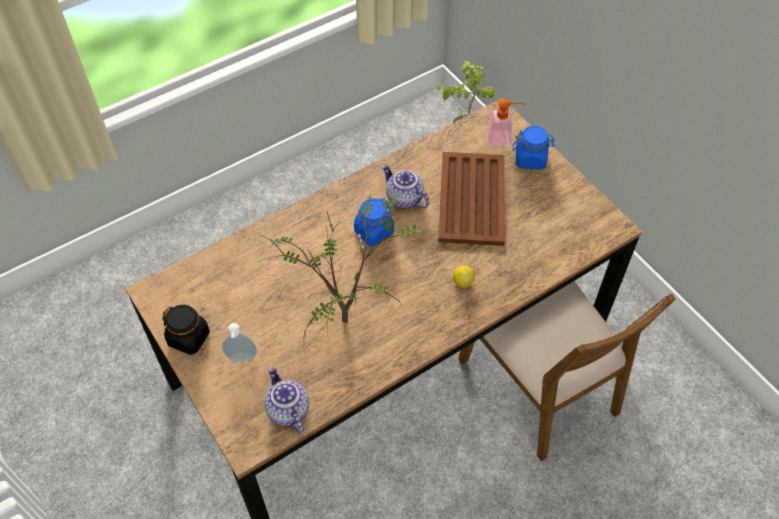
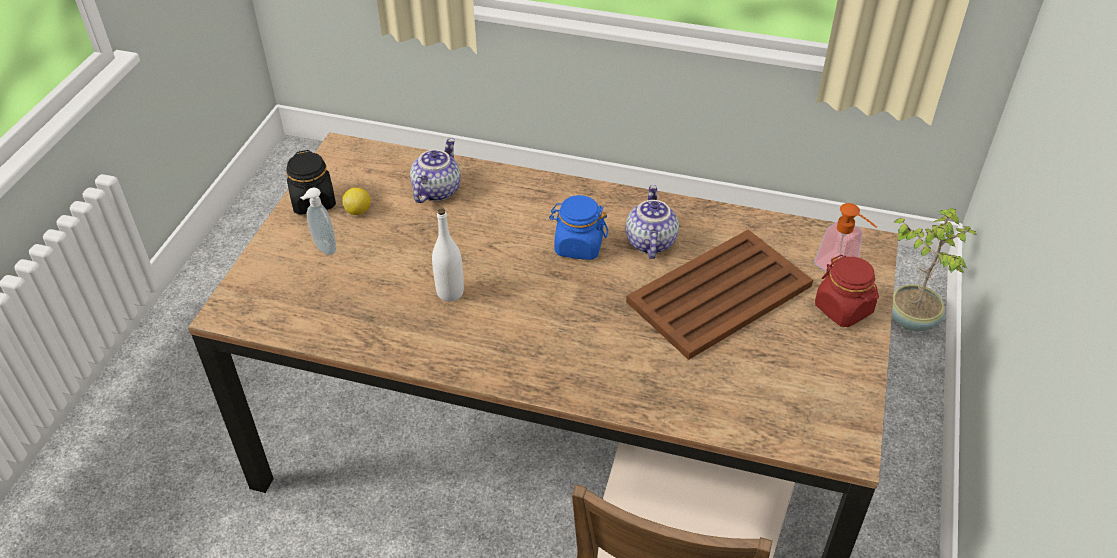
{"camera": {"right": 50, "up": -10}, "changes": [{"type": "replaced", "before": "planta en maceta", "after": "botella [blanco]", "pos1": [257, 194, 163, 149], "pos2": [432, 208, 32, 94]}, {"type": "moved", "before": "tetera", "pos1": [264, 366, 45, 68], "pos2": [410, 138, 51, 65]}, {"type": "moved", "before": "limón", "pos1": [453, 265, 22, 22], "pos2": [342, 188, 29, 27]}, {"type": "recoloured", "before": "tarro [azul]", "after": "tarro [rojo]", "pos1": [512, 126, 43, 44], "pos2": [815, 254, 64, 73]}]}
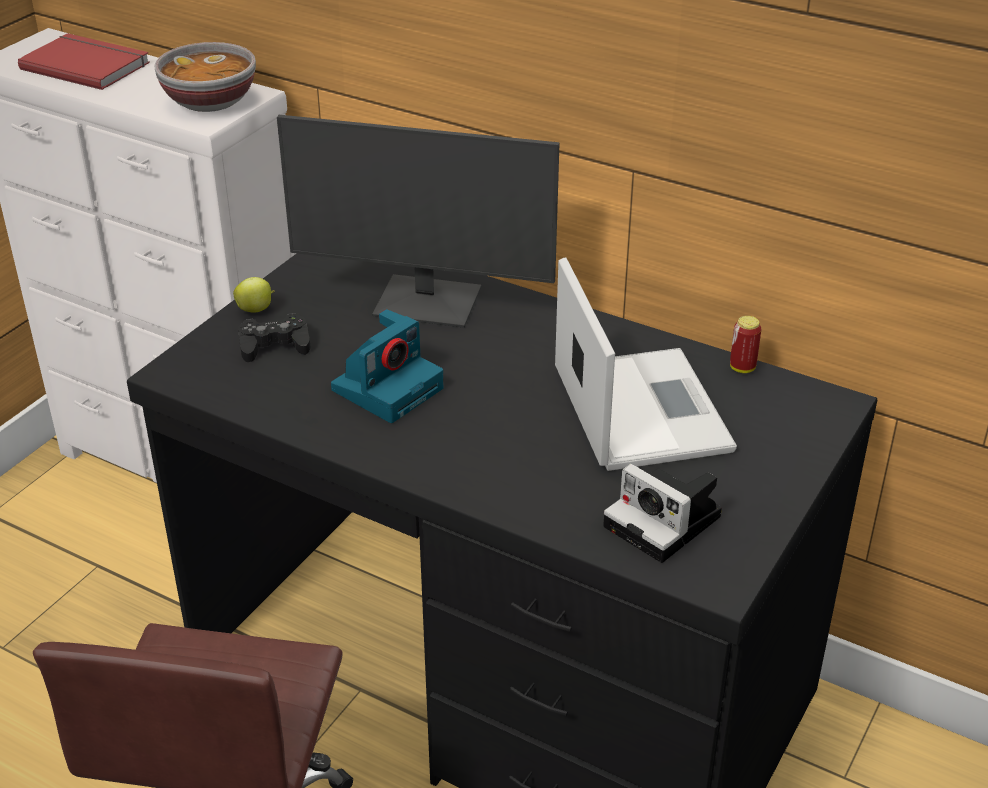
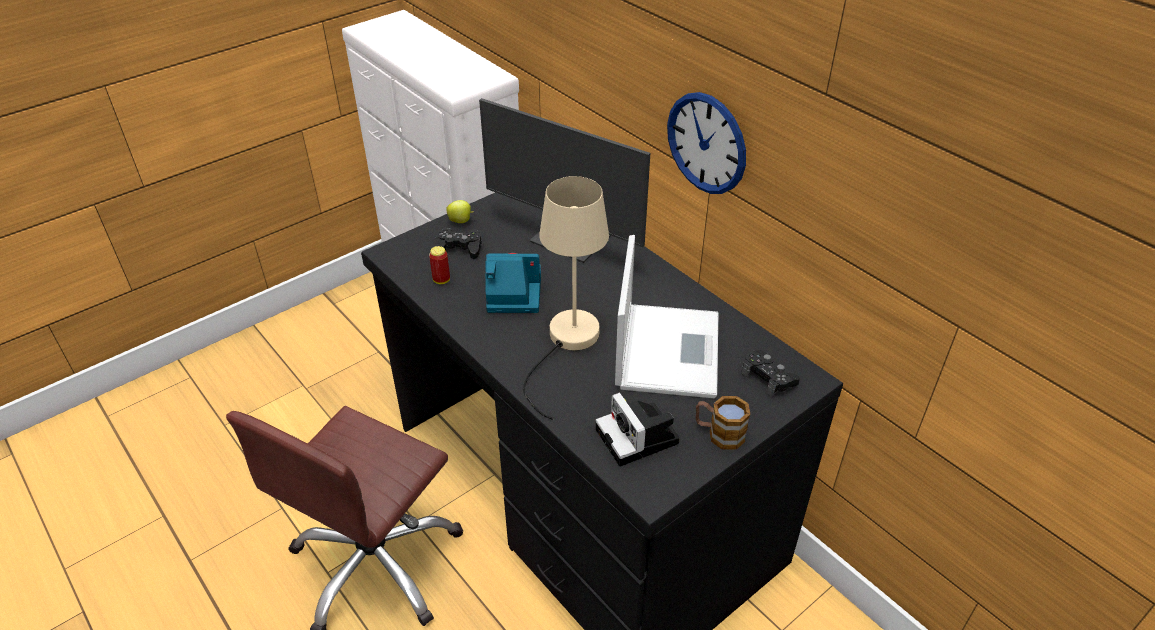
{"camera": {"right": 20, "up": 5}, "changes": [{"type": "removed", "before": "libro [rojo]", "pos1": [18, 33, 132, 57]}, {"type": "removed", "before": "cuenco", "pos1": [154, 42, 102, 70]}, {"type": "turned", "before": "cámara", "pos1": [331, 309, 112, 114], "pos2": [486, 253, 55, 60], "turn": -150}, {"type": "moved", "before": "lata", "pos1": [730, 316, 31, 57], "pos2": [429, 246, 21, 38]}, {"type": "added", "after": "lámpara de mesa [beis]", "pos2": [523, 176, 86, 244]}, {"type": "added", "after": "reloj de pared", "pos2": [667, 92, 79, 102]}, {"type": "added", "after": "taza grande", "pos2": [696, 396, 54, 54]}, {"type": "added", "after": "mando de consola [negro]", "pos2": [741, 350, 59, 47]}]}
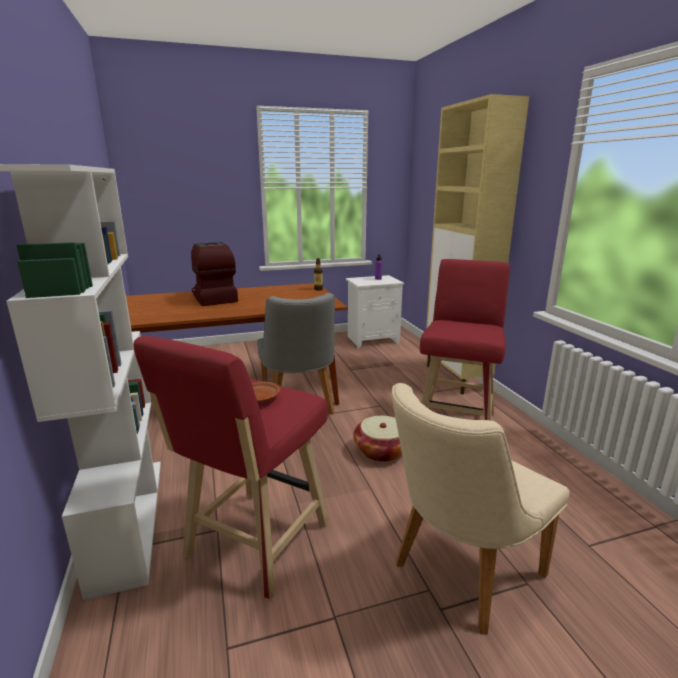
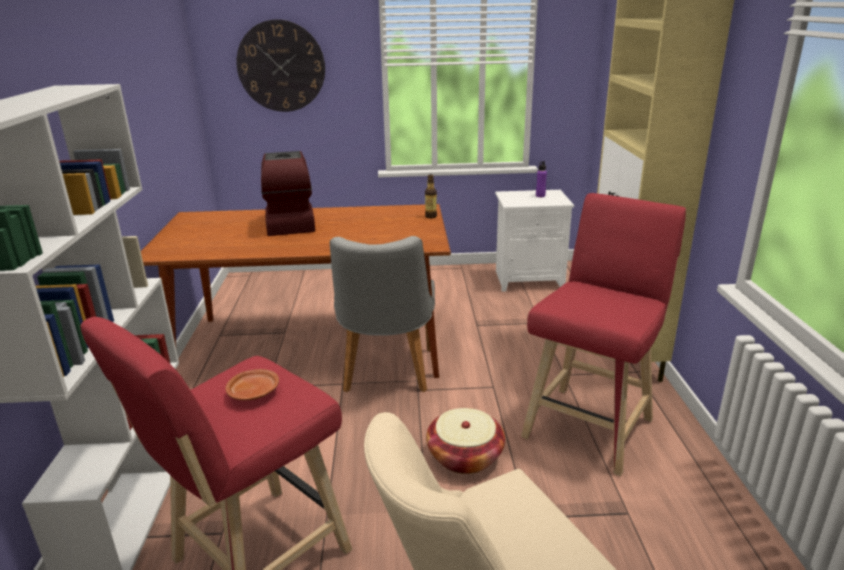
{"camera": {"right": 15, "up": 5}, "changes": [{"type": "added", "after": "reloj de pared", "pos2": [236, 19, 89, 93]}]}
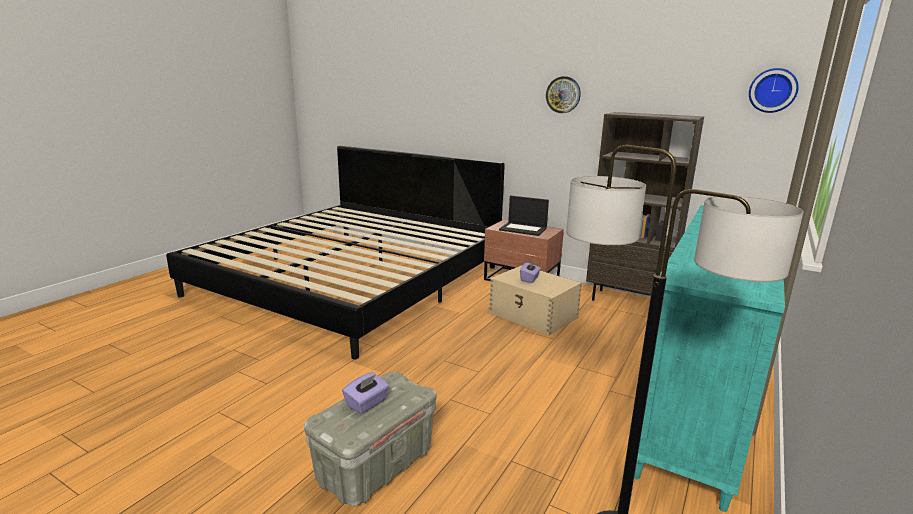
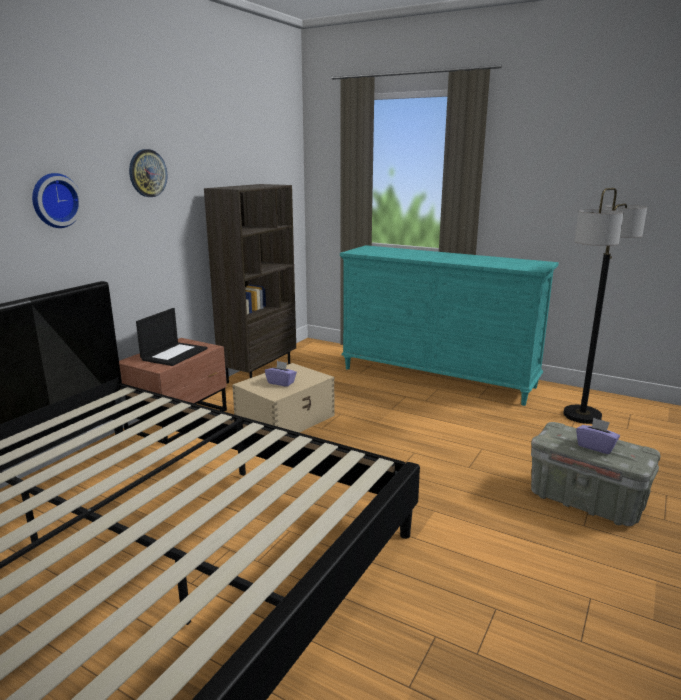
{"camera": {"right": -90, "up": 0}, "changes": [{"type": "moved", "before": "reloj de pared", "pos1": [749, 68, 50, 45], "pos2": [32, 173, 51, 55]}]}
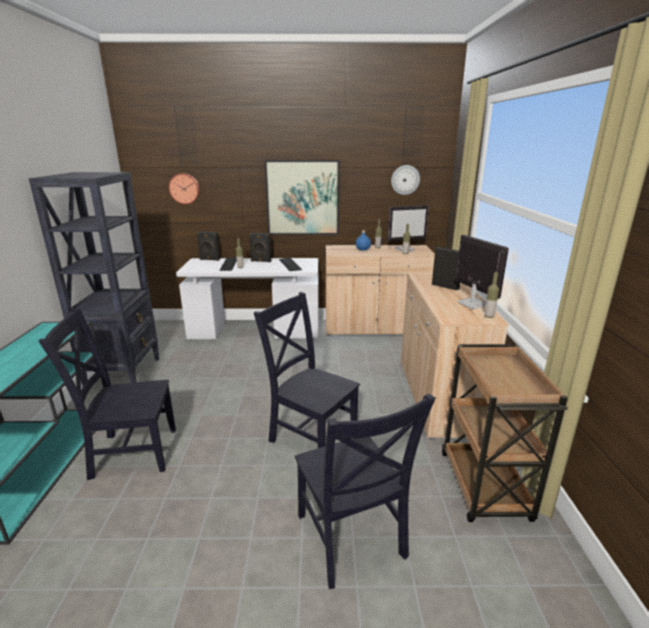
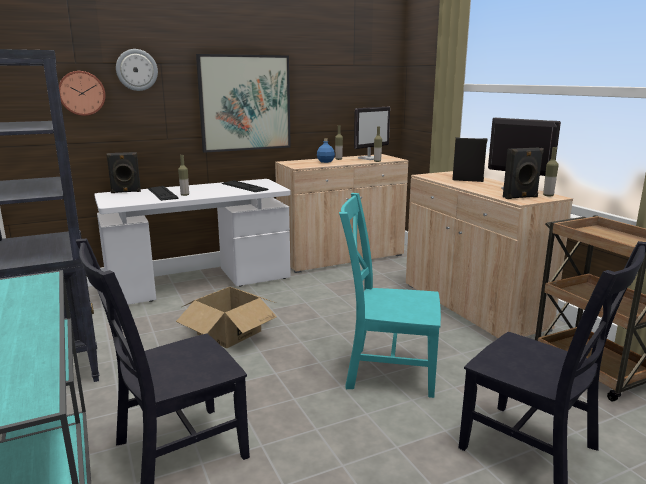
{"camera": {"right": -25, "up": -5}, "changes": [{"type": "moved", "before": "altavoz [negro]", "pos1": [249, 233, 23, 29], "pos2": [503, 148, 41, 51]}, {"type": "recoloured", "before": "silla [negro]", "after": "silla [turquesa]", "pos1": [254, 292, 106, 156], "pos2": [339, 193, 102, 205]}, {"type": "moved", "before": "reloj de pared", "pos1": [391, 165, 29, 30], "pos2": [116, 49, 42, 42]}, {"type": "added", "after": "caja de cartón", "pos2": [176, 287, 101, 61]}]}
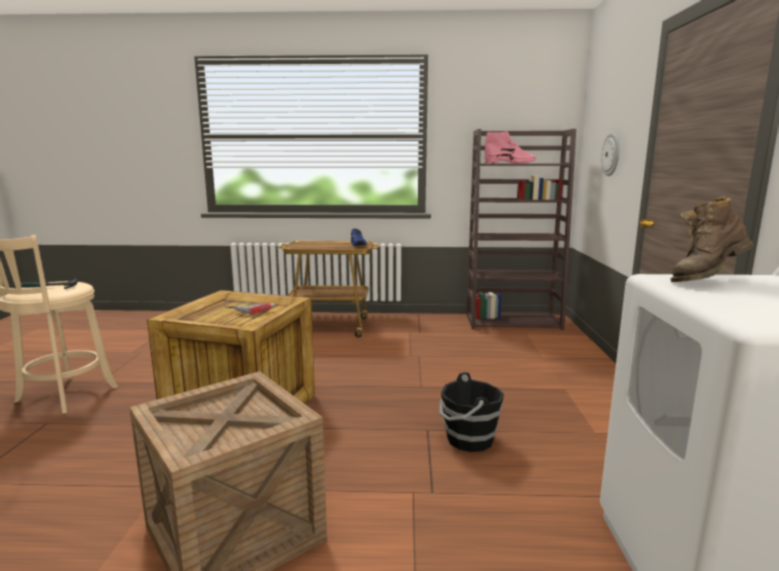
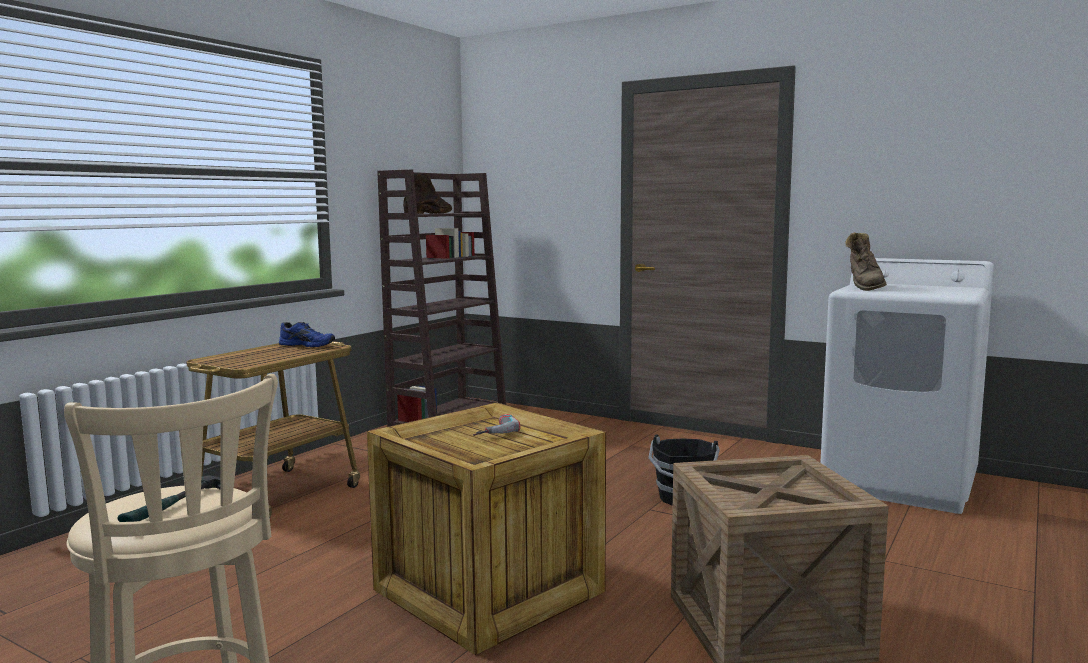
{"camera": {"right": -60, "up": -5}, "changes": [{"type": "recoloured", "before": "bota [rosa]", "after": "bota [marrón]", "pos1": [485, 131, 51, 32], "pos2": [403, 173, 49, 41]}, {"type": "removed", "before": "reloj de pared", "pos1": [601, 132, 18, 44]}]}
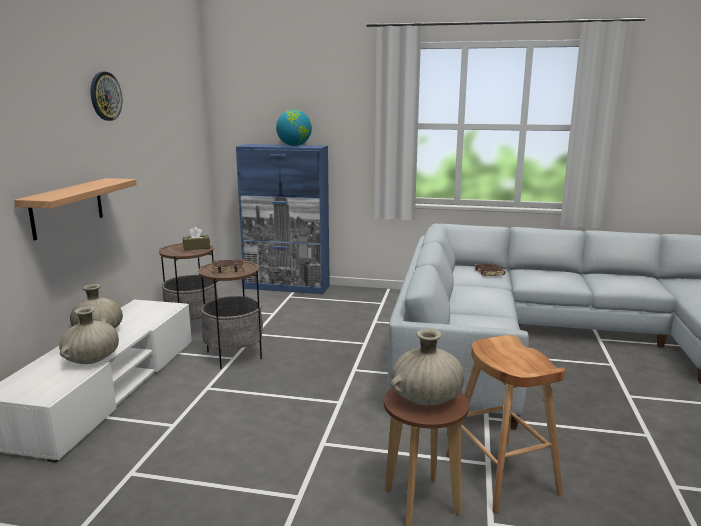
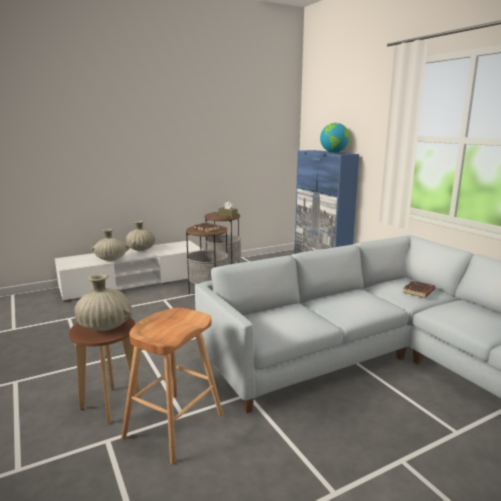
{"camera": {"right": 50, "up": 0}, "changes": [{"type": "removed", "before": "estante", "pos1": [14, 178, 123, 62]}, {"type": "removed", "before": "reloj de pared", "pos1": [90, 72, 33, 49]}]}
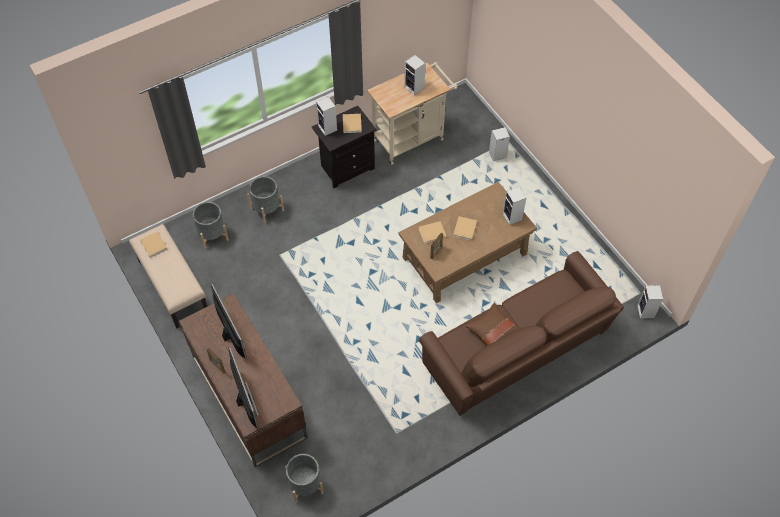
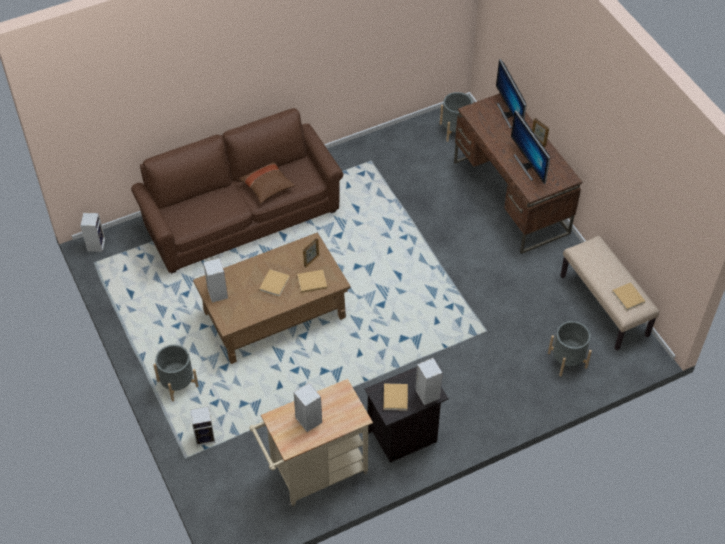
{"camera": {"right": -175, "up": -5}, "changes": [{"type": "moved", "before": "maceta [gris]", "pos1": [247, 176, 37, 48], "pos2": [153, 345, 46, 56]}]}
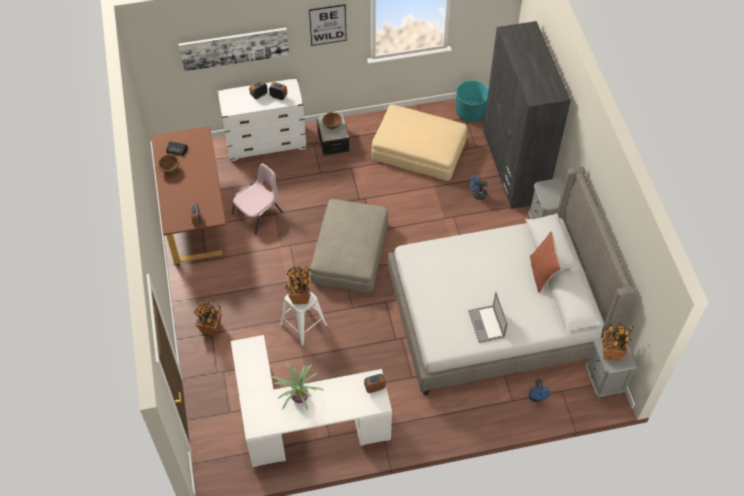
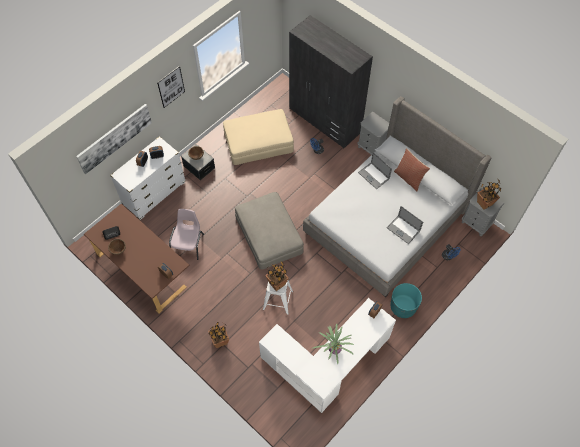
{"camera": {"right": -35, "up": 5}, "changes": [{"type": "moved", "before": "maceta [turquesa]", "pos1": [456, 80, 32, 42], "pos2": [390, 283, 32, 35]}, {"type": "added", "after": "portátil", "pos2": [358, 152, 34, 37]}]}
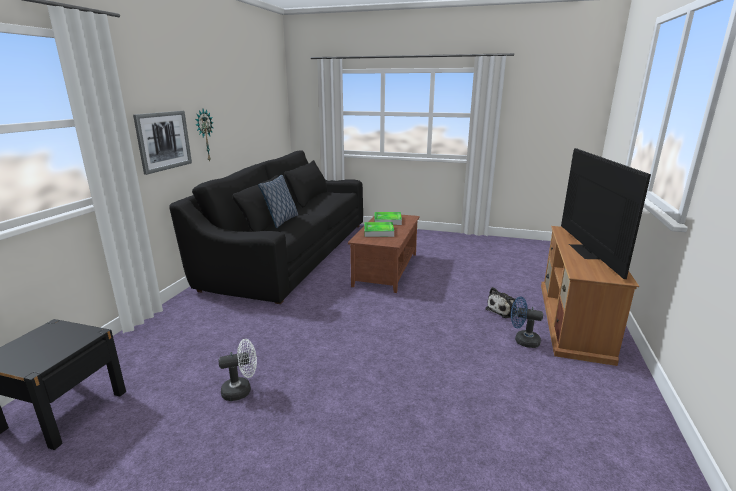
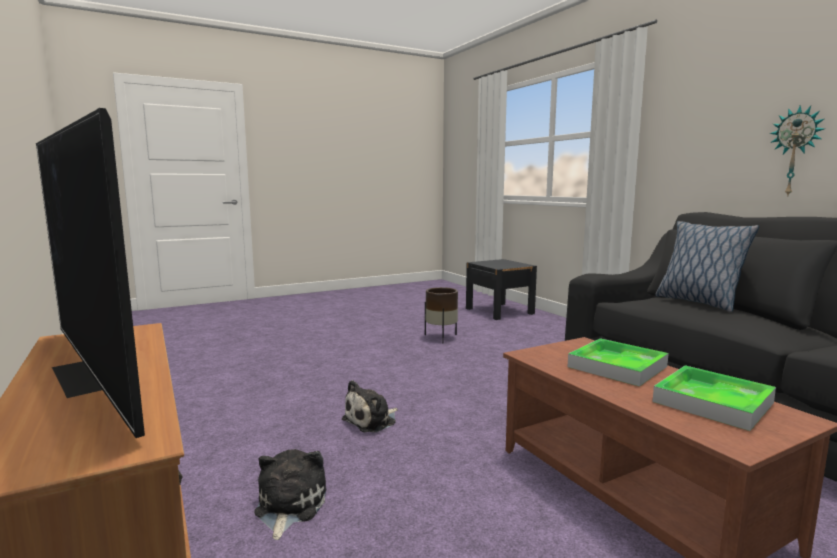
{"camera": {"right": 135, "up": -10}, "changes": [{"type": "removed", "before": "cuadro", "pos1": [133, 111, 59, 64]}, {"type": "replaced", "before": "ventilador [blanco]", "after": "maceta [marrón]", "pos1": [219, 339, 38, 62], "pos2": [425, 287, 33, 56]}, {"type": "removed", "before": "ventilador [azul]", "pos1": [511, 296, 32, 52]}, {"type": "added", "after": "peluche", "pos2": [342, 380, 56, 52]}]}
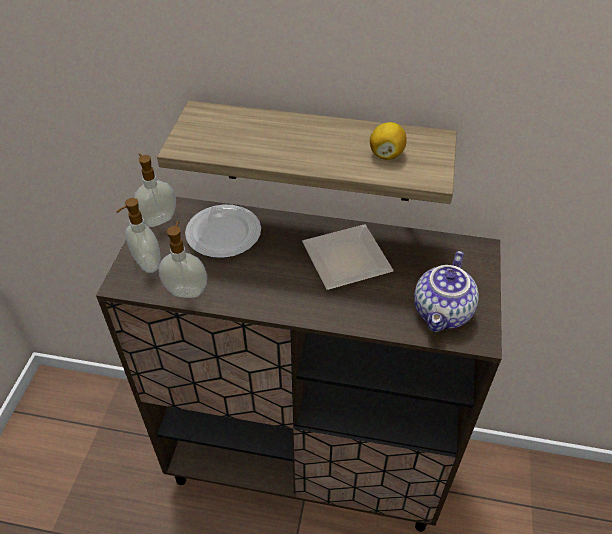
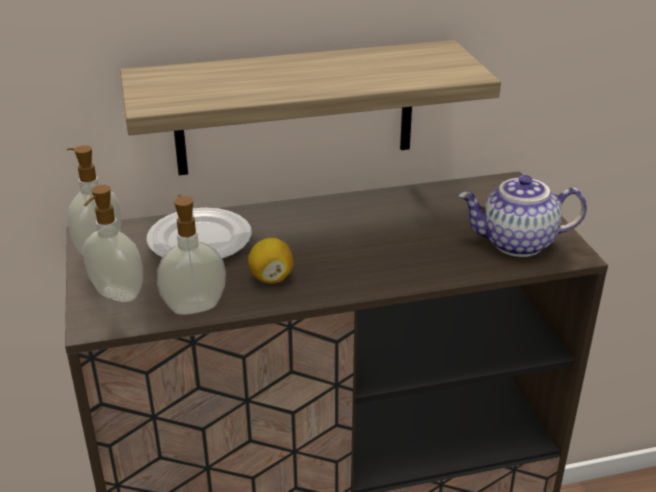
{"camera": {"right": -25, "up": -15}, "changes": [{"type": "removed", "before": "plato", "pos1": [302, 224, 92, 66]}, {"type": "moved", "before": "limón", "pos1": [370, 122, 37, 38], "pos2": [248, 238, 46, 46]}, {"type": "turned", "before": "tetera", "pos1": [414, 251, 65, 81], "pos2": [458, 175, 129, 82], "turn": 90}]}
